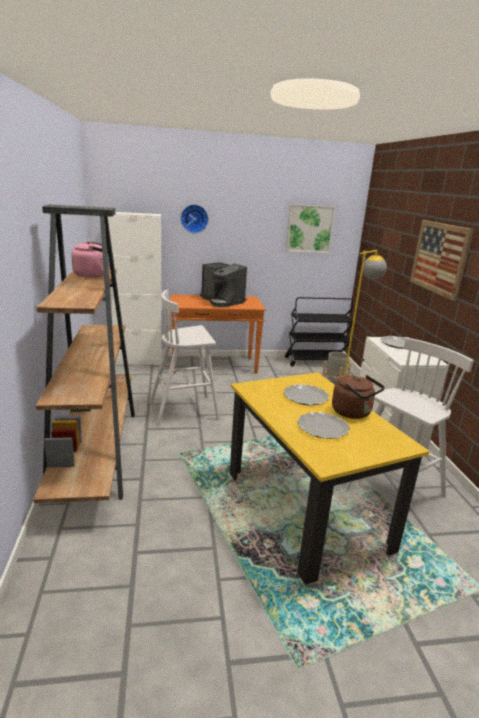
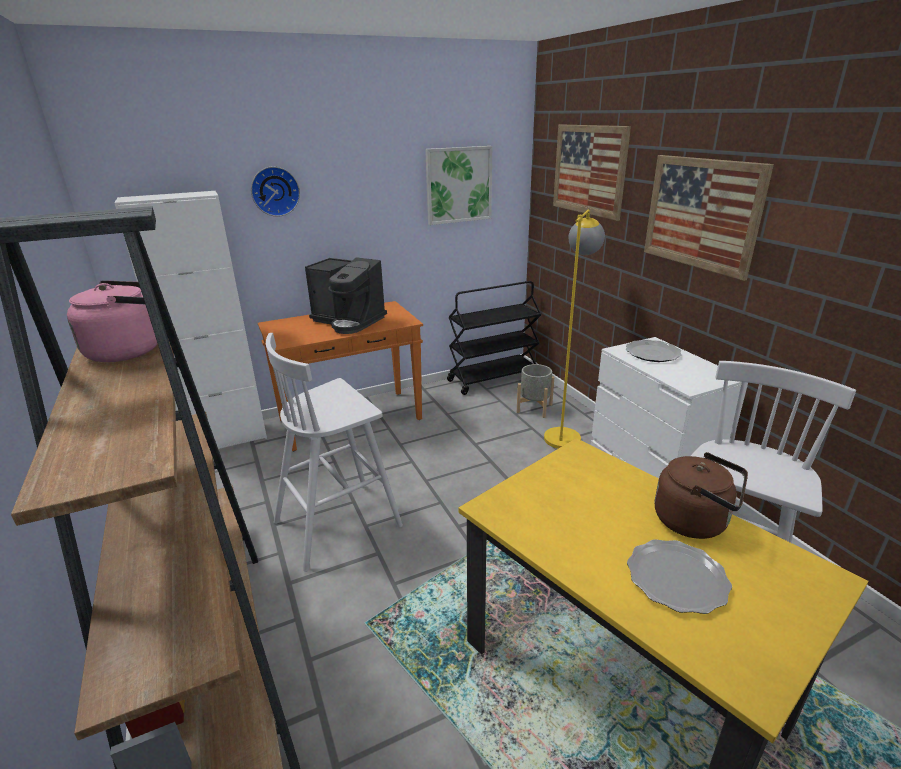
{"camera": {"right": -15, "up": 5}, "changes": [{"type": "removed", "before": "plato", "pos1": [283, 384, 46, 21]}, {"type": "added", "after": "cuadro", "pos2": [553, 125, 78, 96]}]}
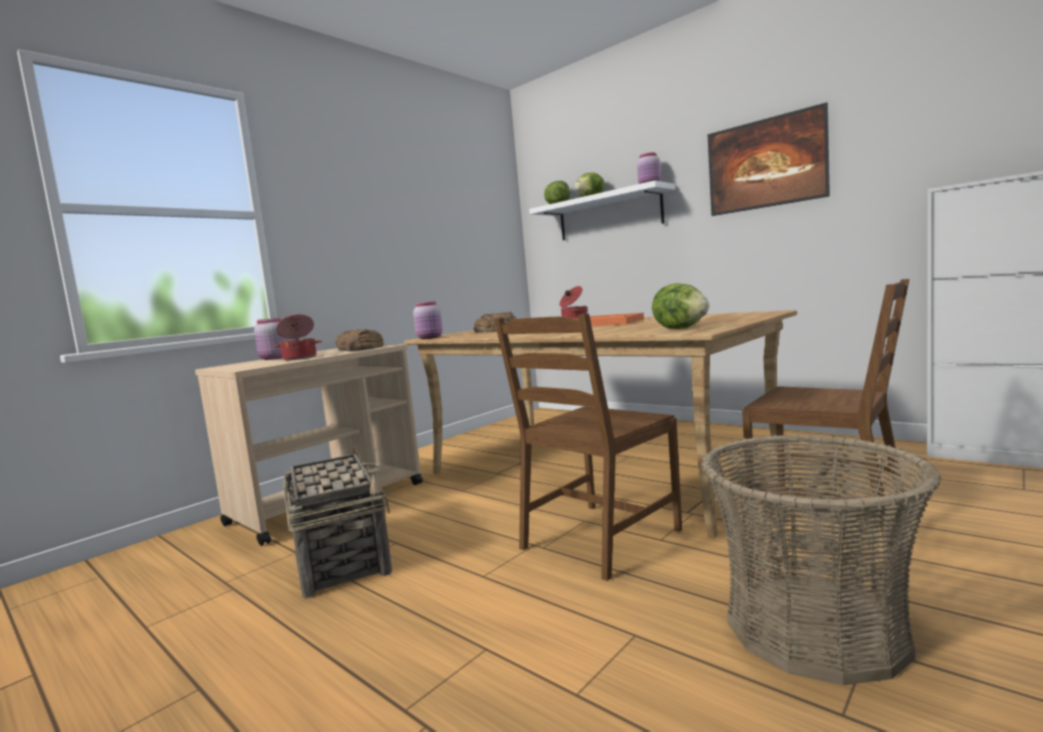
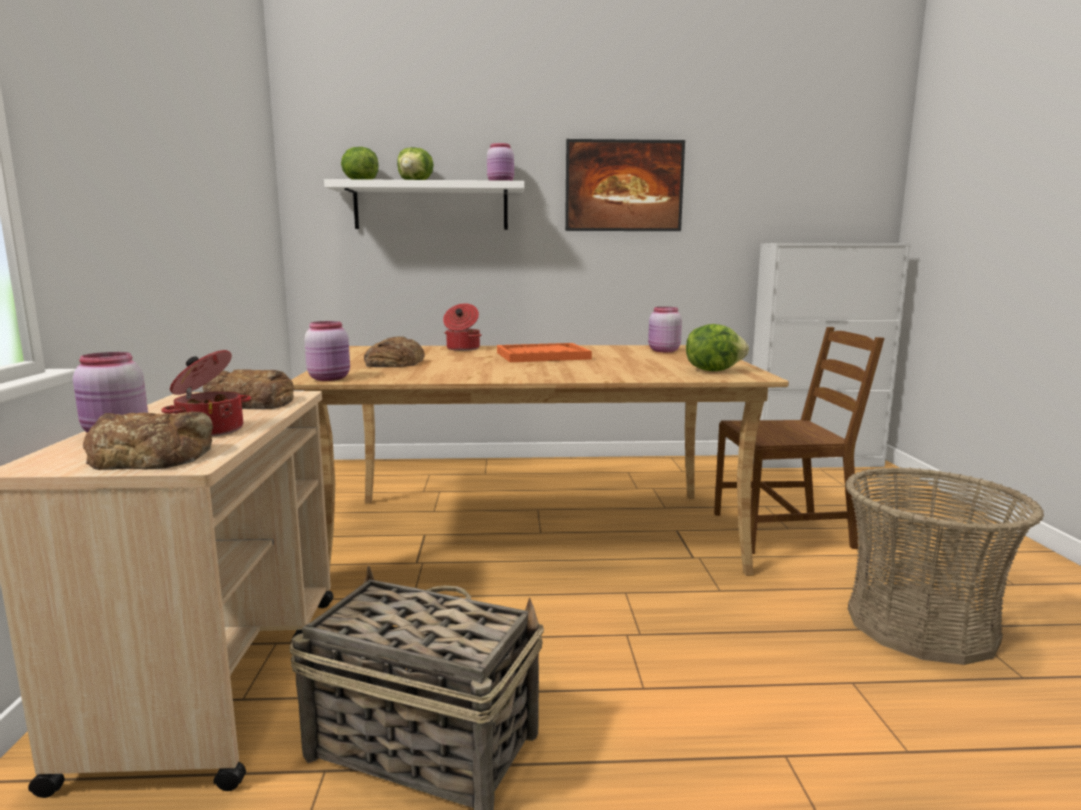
{"camera": {"right": -45, "up": 5}, "changes": [{"type": "removed", "before": "silla [marrón]", "pos1": [494, 314, 188, 267]}, {"type": "added", "after": "pan", "pos2": [83, 411, 130, 59]}, {"type": "added", "after": "tarro [rosa]", "pos2": [648, 307, 34, 45]}]}
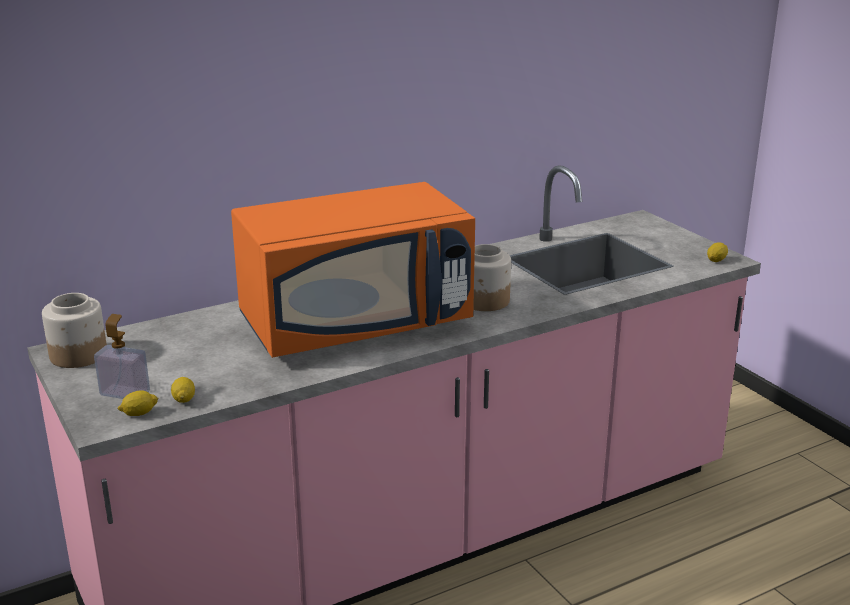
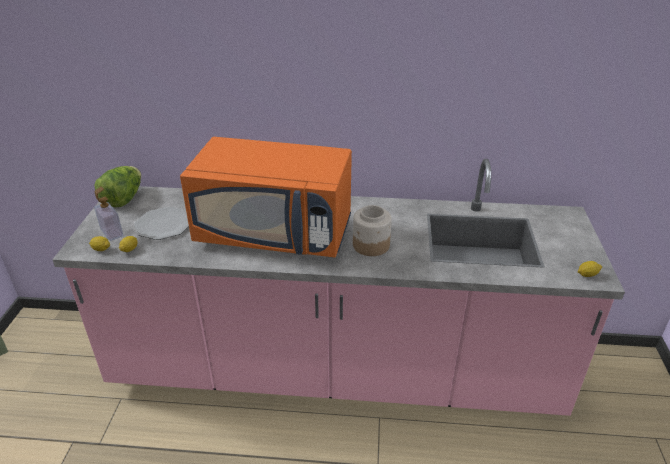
{"camera": {"right": 35, "up": 10}, "changes": [{"type": "replaced", "before": "tarro", "after": "lechuga", "pos1": [42, 293, 65, 75], "pos2": [95, 166, 46, 41]}, {"type": "added", "after": "plato", "pos2": [134, 207, 55, 33]}]}
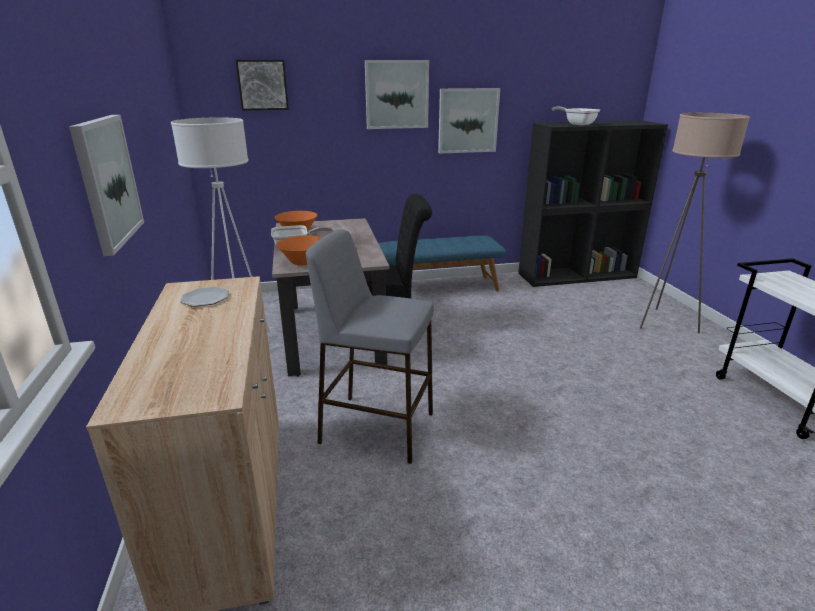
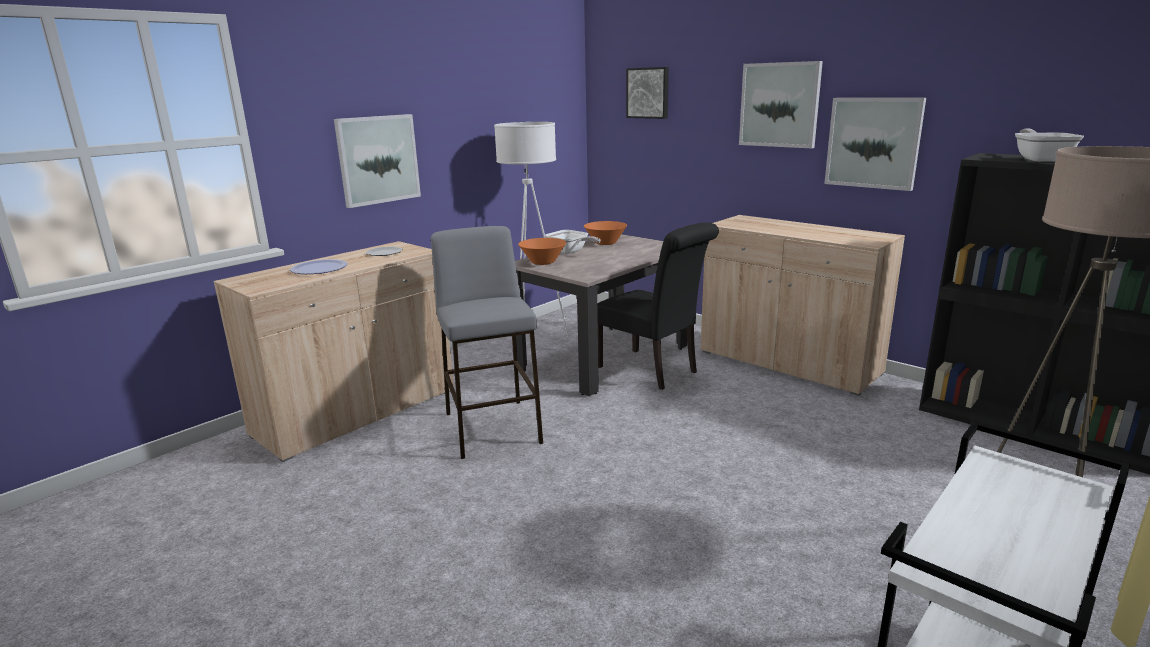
{"camera": {"right": 55, "up": -5}, "changes": [{"type": "replaced", "before": "banco [azul]", "after": "armario [beis]", "pos1": [378, 236, 128, 55], "pos2": [700, 215, 205, 181]}, {"type": "added", "after": "plato", "pos2": [290, 259, 58, 15]}]}
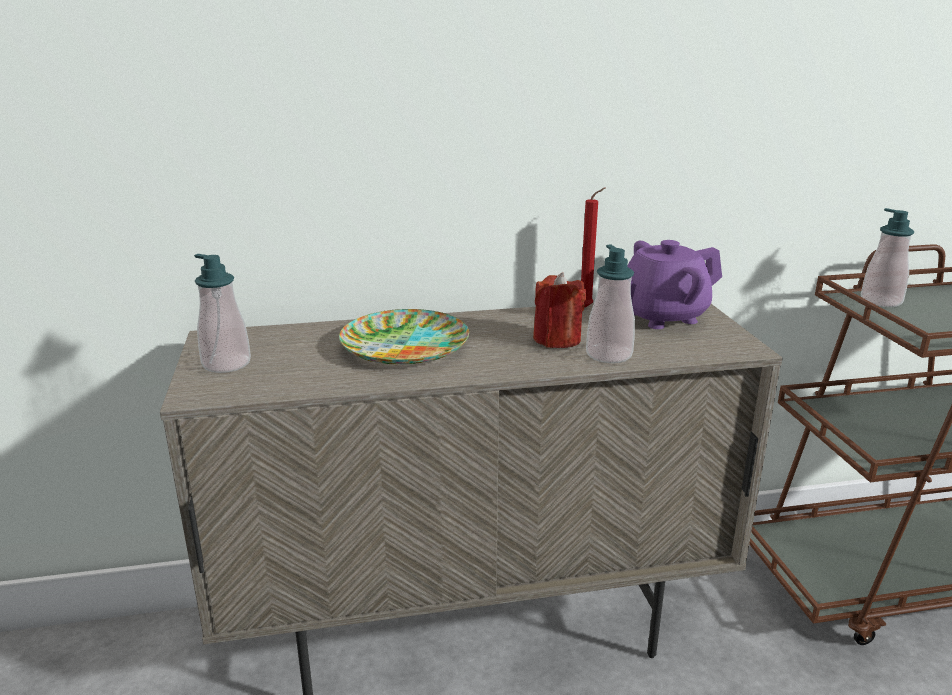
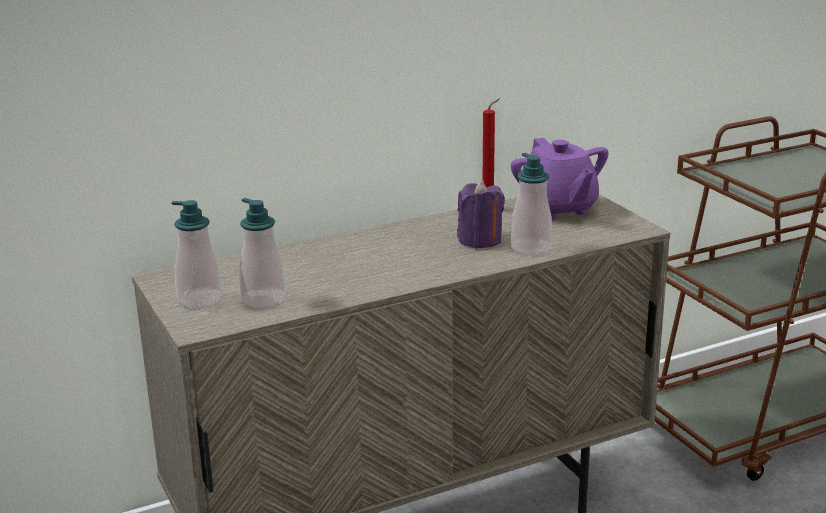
{"camera": {"right": -15, "up": 0}, "changes": [{"type": "removed", "before": "plato", "pos1": [339, 309, 130, 55]}, {"type": "recoloured", "before": "vela [rojo]", "after": "vela [morado]", "pos1": [533, 272, 53, 76], "pos2": [457, 180, 48, 68]}, {"type": "turned", "before": "tetera [morado]", "pos1": [627, 240, 95, 89], "pos2": [511, 138, 98, 82], "turn": -75}, {"type": "moved", "before": "dispensador de jabón", "pos1": [861, 208, 53, 99], "pos2": [239, 198, 47, 110]}]}
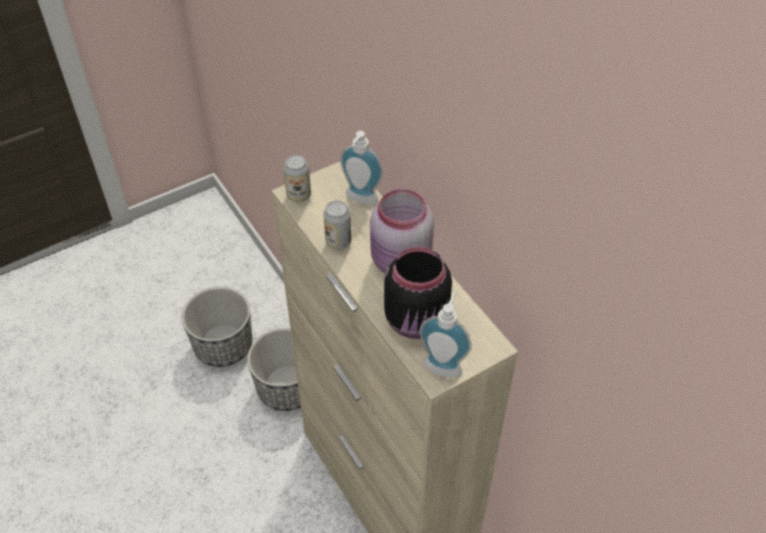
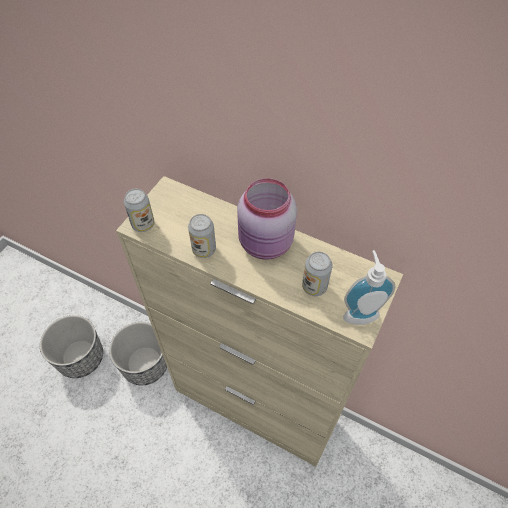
{"camera": {"right": -30, "up": 5}, "changes": [{"type": "removed", "before": "dispensador de jabón", "pos1": [340, 131, 43, 73]}, {"type": "replaced", "before": "tarro [negro]", "after": "lata", "pos1": [384, 247, 68, 92], "pos2": [302, 252, 30, 44]}]}
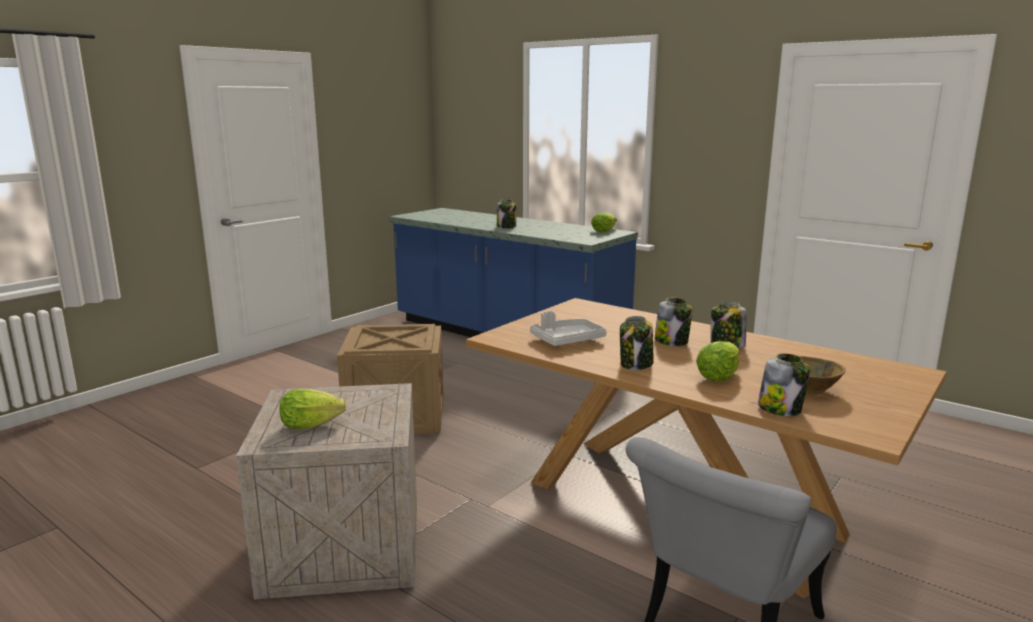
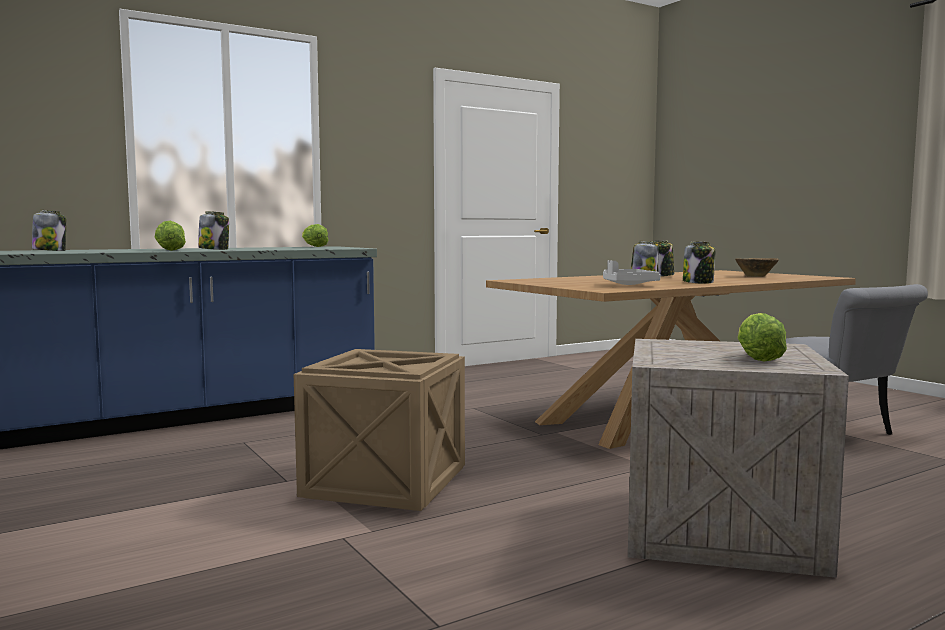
{"camera": {"right": -70, "up": -10}, "changes": [{"type": "moved", "before": "lechuga", "pos1": [696, 341, 44, 40], "pos2": [155, 221, 31, 30]}, {"type": "moved", "before": "tarro", "pos1": [758, 353, 52, 63], "pos2": [32, 210, 34, 41]}]}
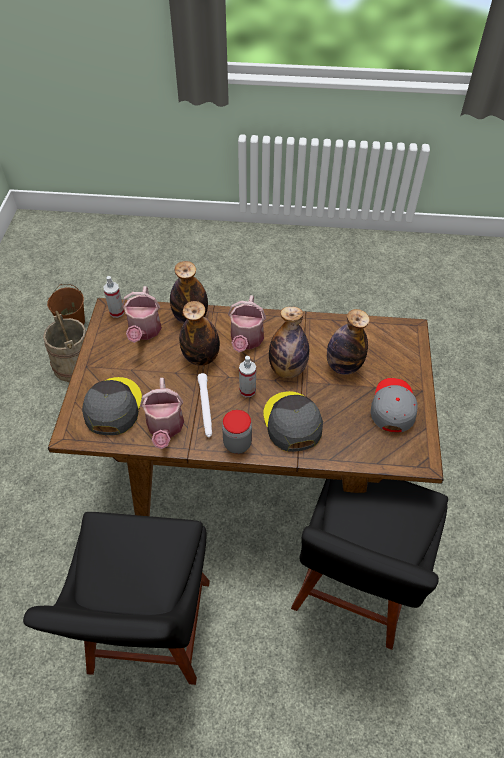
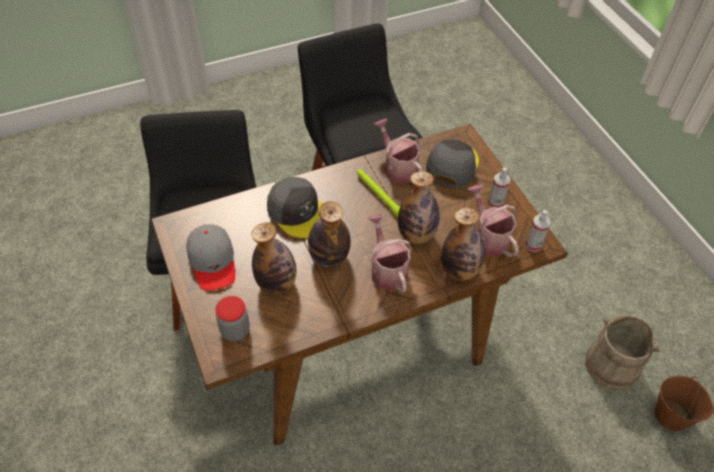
{"camera": {"right": 150, "up": 0}, "changes": [{"type": "turned", "before": "gorra [gris]", "pos1": [82, 377, 60, 58], "pos2": [426, 139, 53, 50], "turn": -135}, {"type": "recoloured", "before": "linterna [blanco]", "after": "linterna [verde]", "pos1": [197, 373, 15, 64], "pos2": [357, 169, 43, 48]}, {"type": "moved", "before": "tarro", "pos1": [222, 410, 30, 44], "pos2": [215, 296, 35, 45]}, {"type": "moved", "before": "pulverizador", "pos1": [239, 356, 17, 41], "pos2": [488, 167, 22, 41]}]}
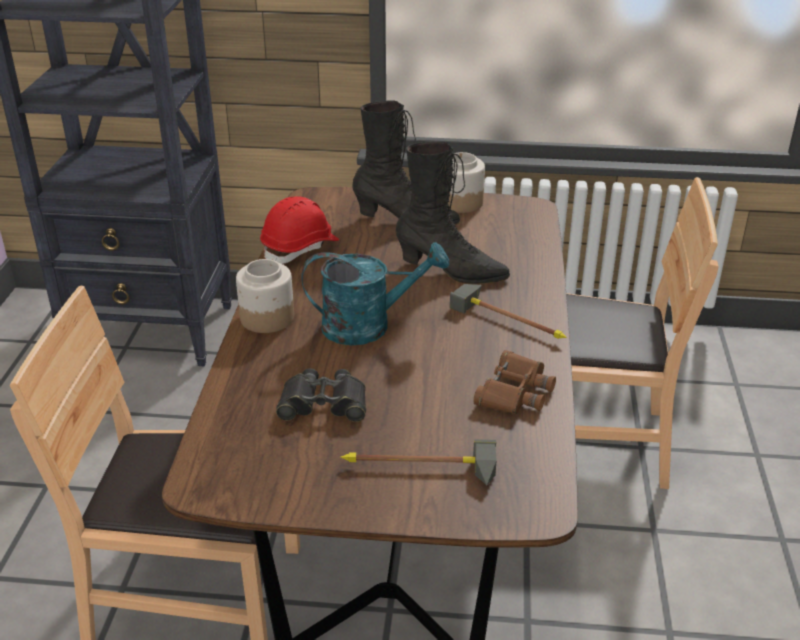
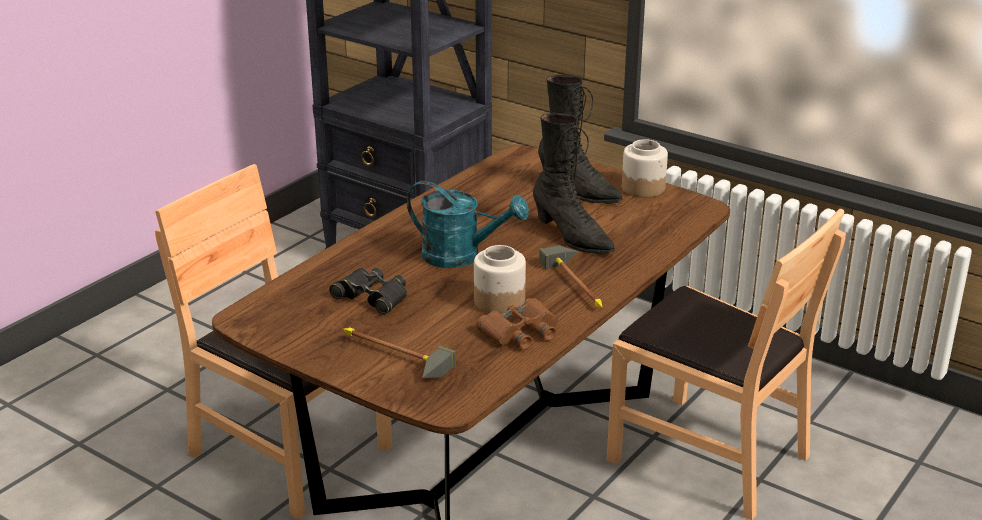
{"camera": {"right": 30, "up": -5}, "changes": [{"type": "moved", "before": "tarro", "pos1": [236, 259, 58, 74], "pos2": [474, 245, 52, 68]}, {"type": "removed", "before": "casco [rojo]", "pos1": [260, 196, 79, 68]}]}
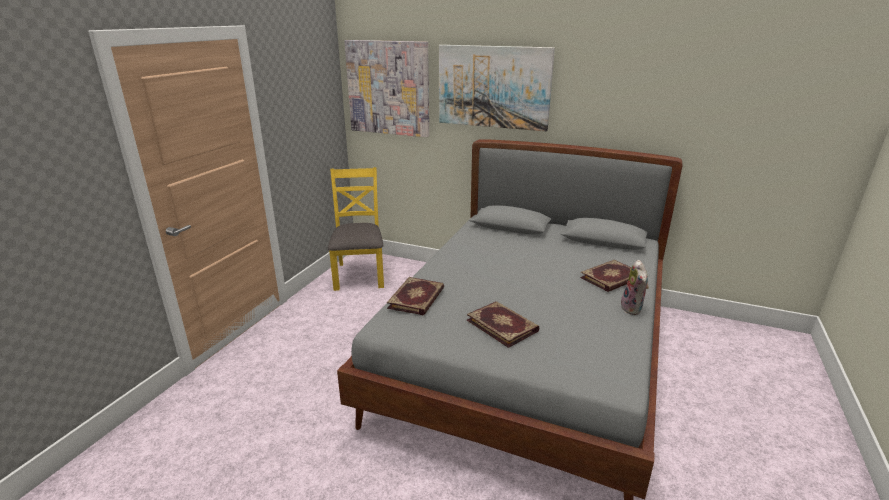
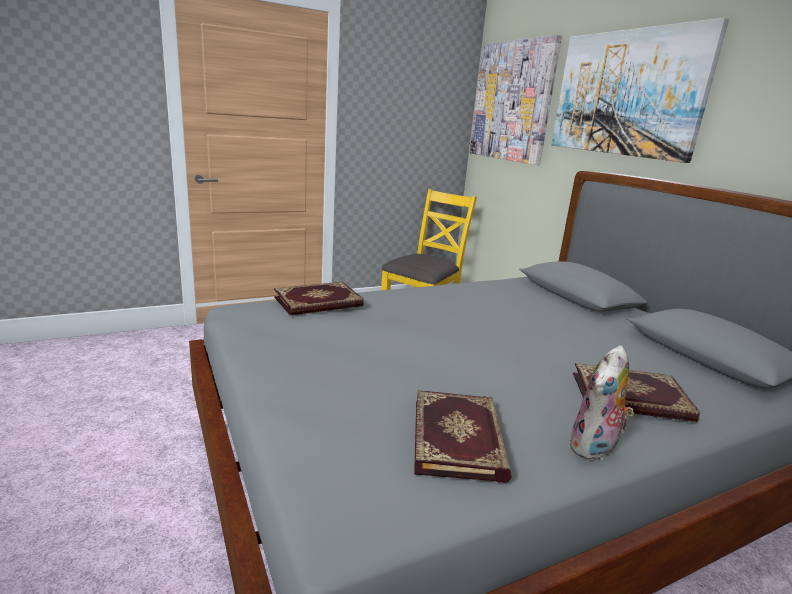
{"camera": {"right": 40, "up": -5}, "changes": [{"type": "moved", "before": "libro", "pos1": [467, 301, 73, 47], "pos2": [414, 390, 98, 93]}]}
